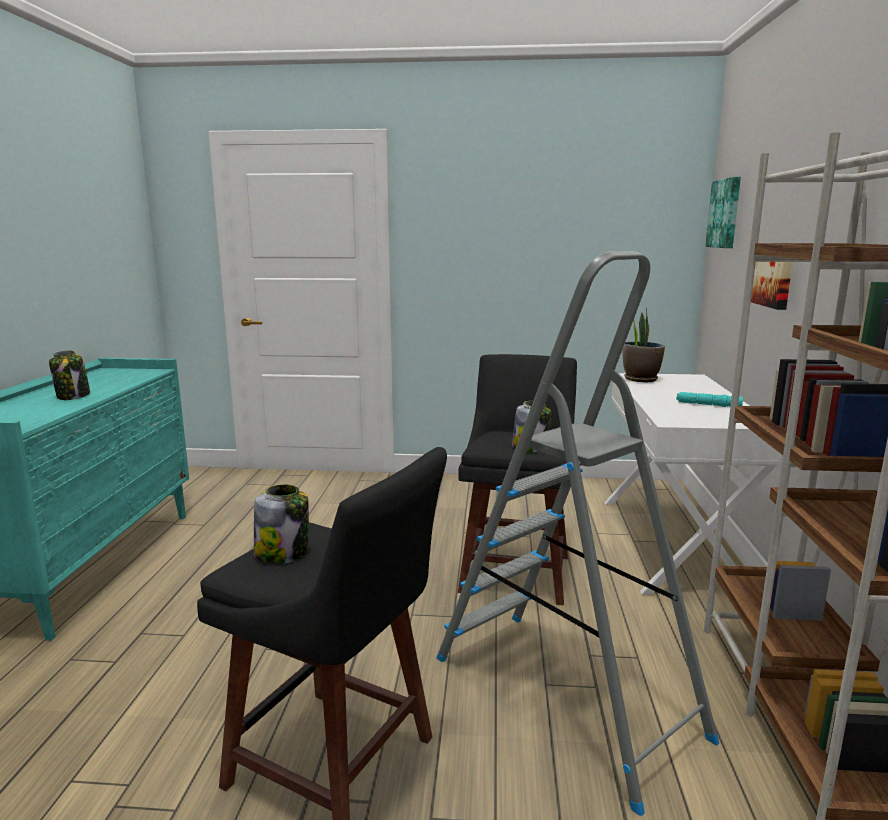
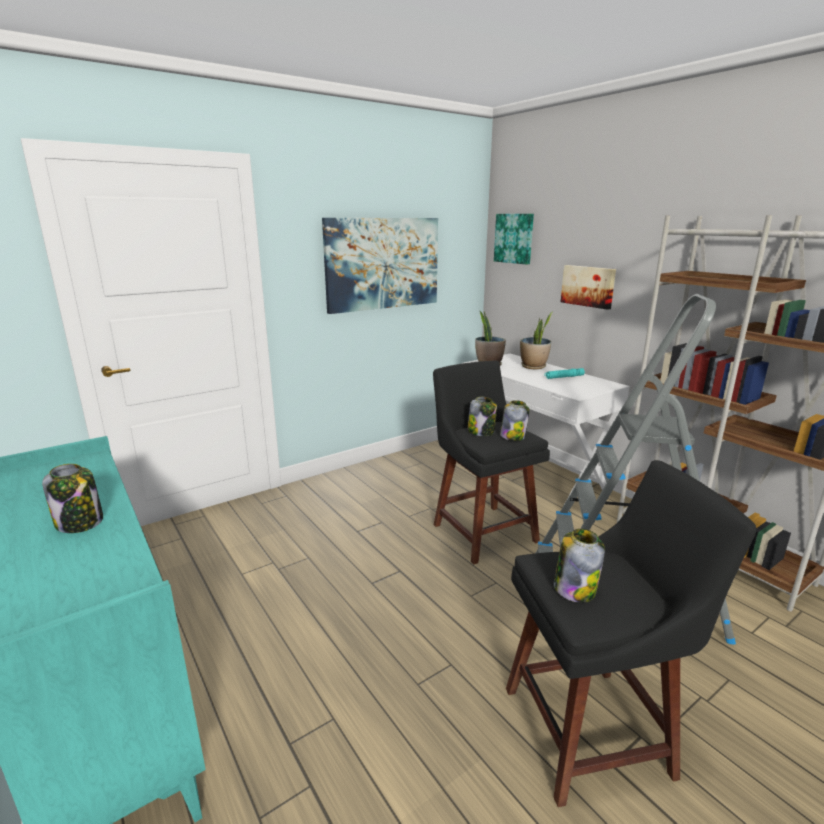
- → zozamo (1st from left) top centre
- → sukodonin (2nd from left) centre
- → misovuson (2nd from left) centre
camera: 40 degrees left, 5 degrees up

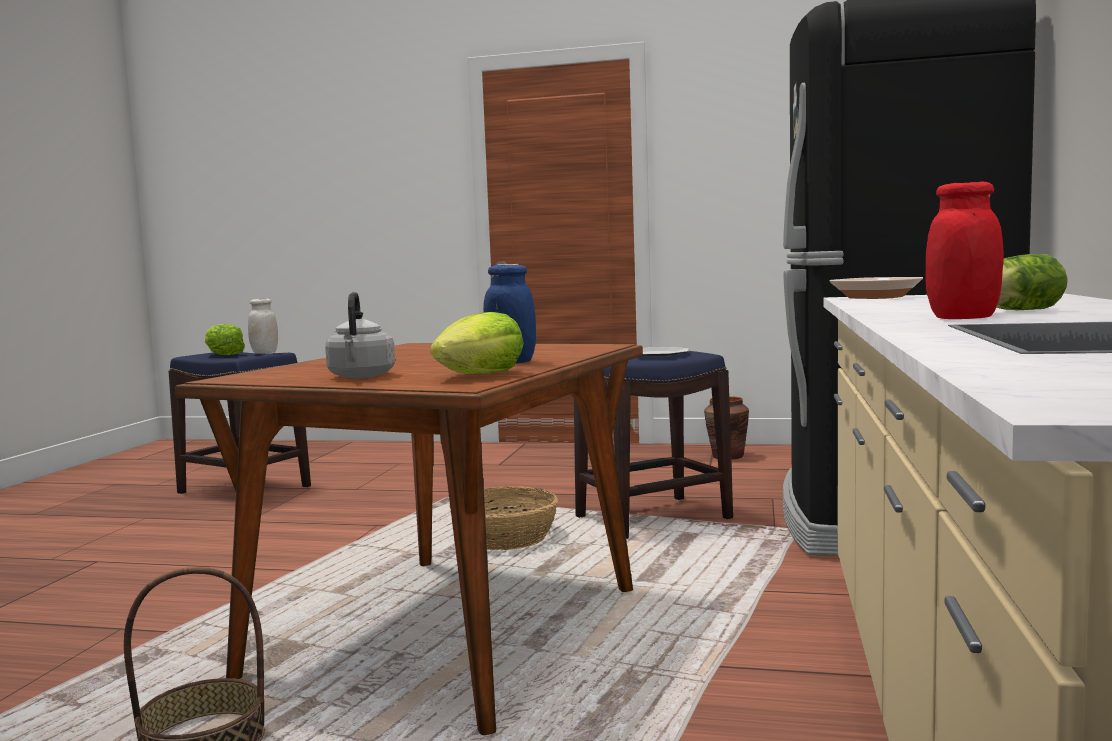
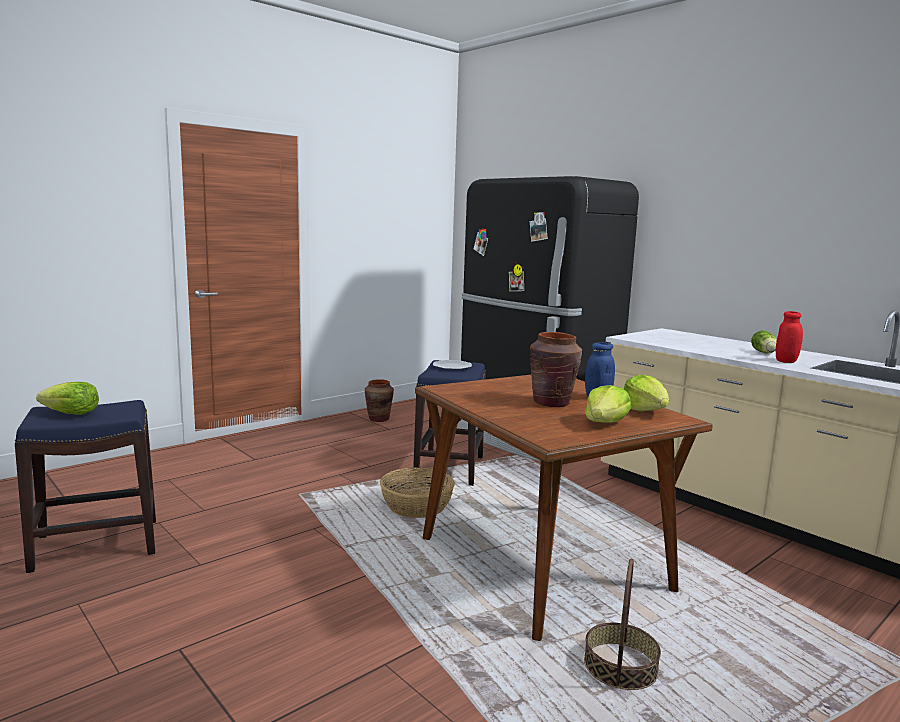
- → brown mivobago (2nd from left) centre
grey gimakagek middle left → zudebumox (2nd from left) middle right
white sukodonin middle left → -
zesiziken middle right → -
camera: 55 degrees left, 5 degrees up

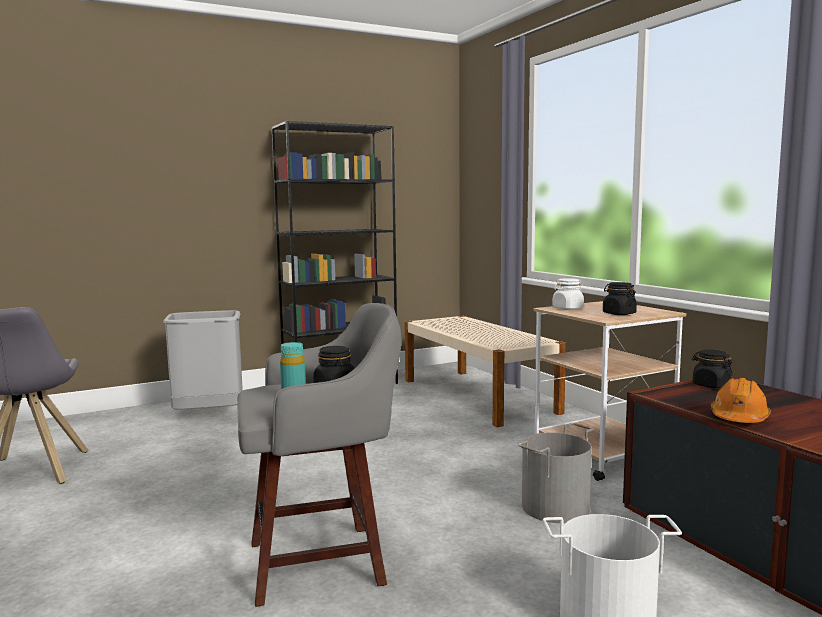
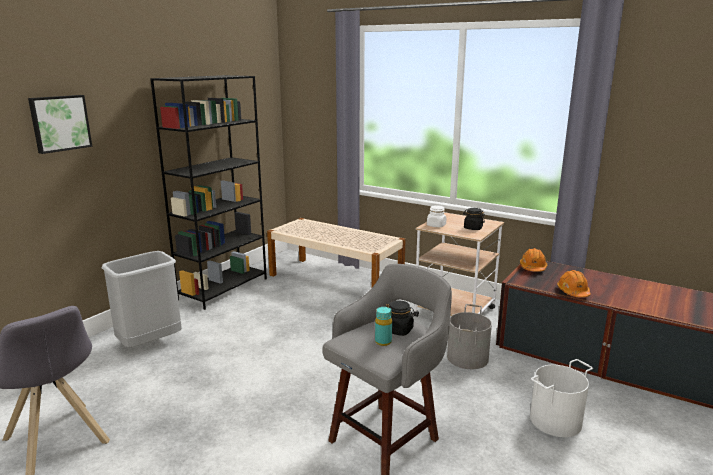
- → zozamo top left
black sukodonin (3rd from left) middle right → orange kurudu (1st from left) middle right
camera: 30 degrees left, 10 degrees up

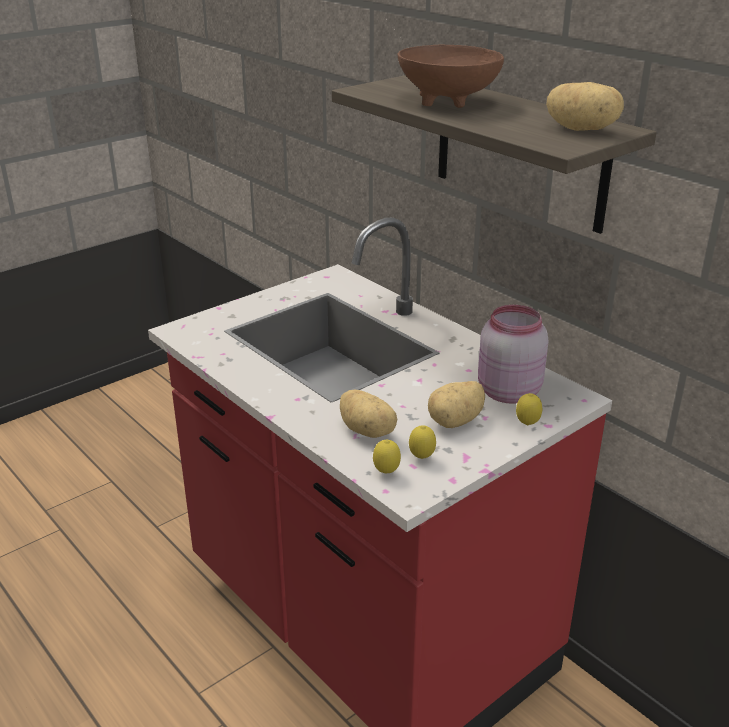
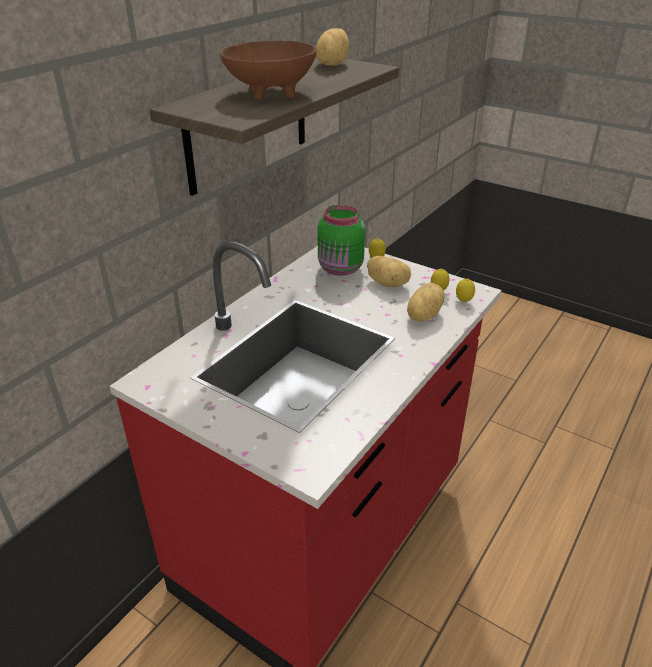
pink sukodonin middle right → green sukodonin centre
camera: 105 degrees left, 5 degrees up

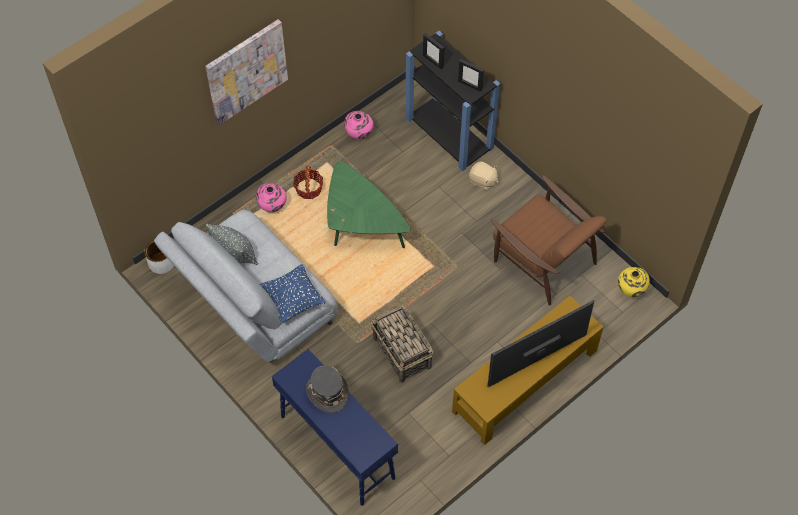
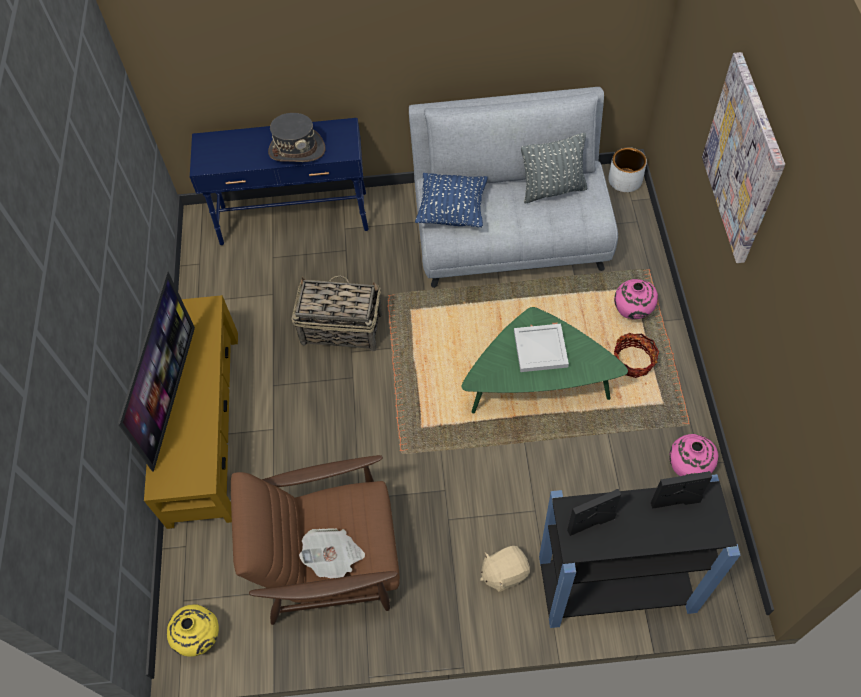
- → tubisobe bottom centre
- → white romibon centre
camera: 130 degrees right, 0 degrees up

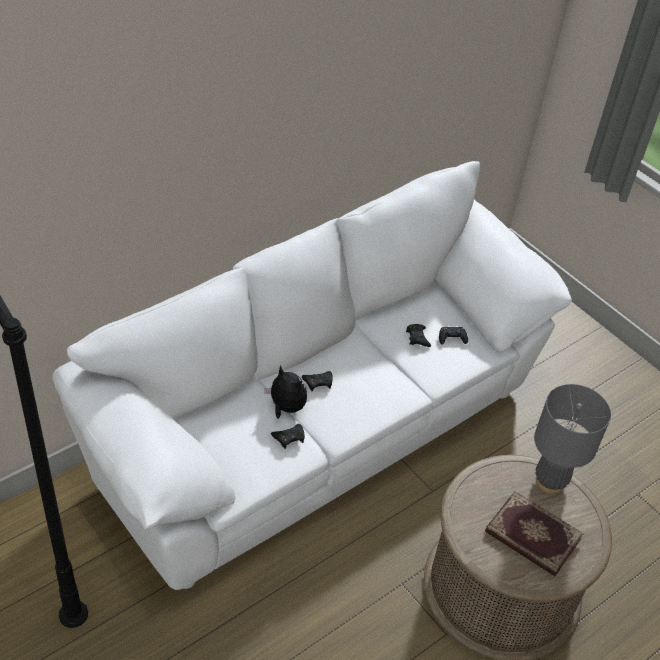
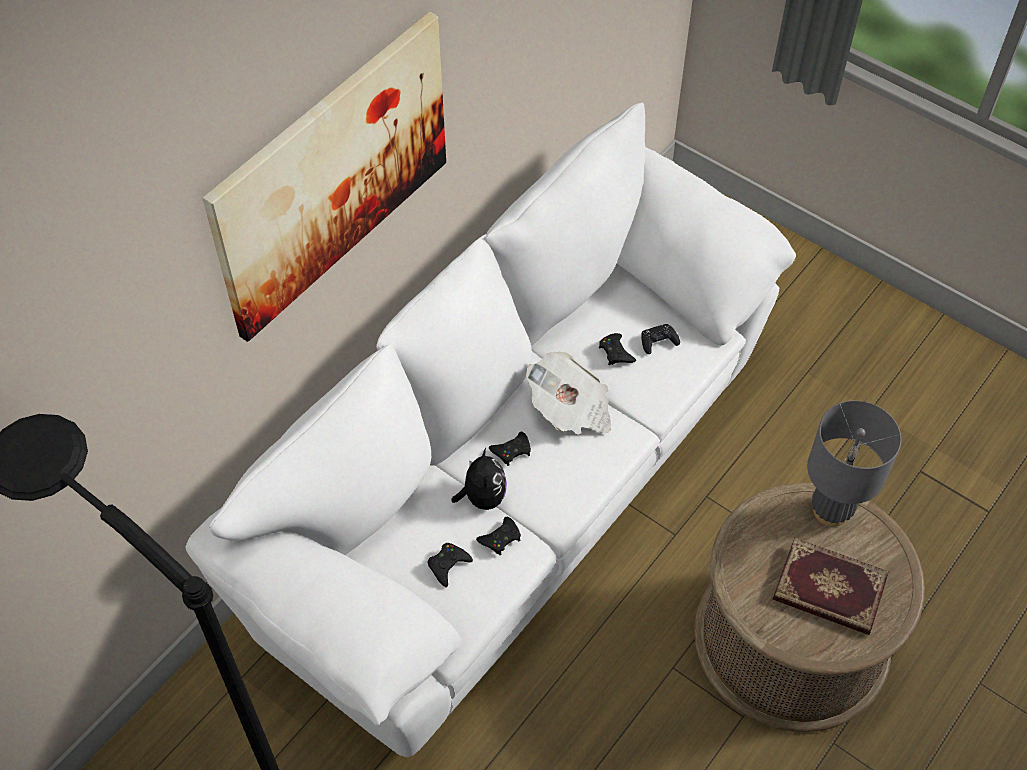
- → zozamo top left
- → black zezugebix (1st from left) bottom centre
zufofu centre, 60 degrees clockwise
- → tubisobe centre
camera: 10 degrees left, 10 degrees up

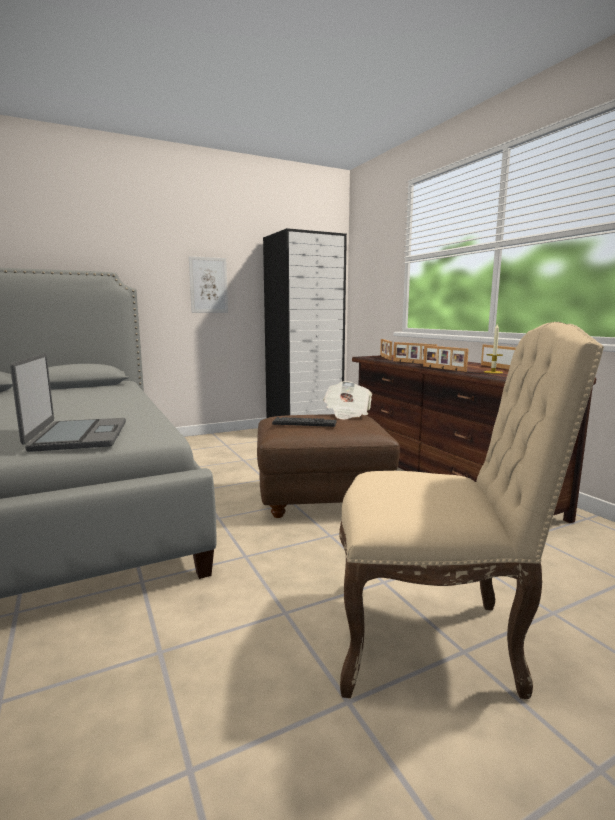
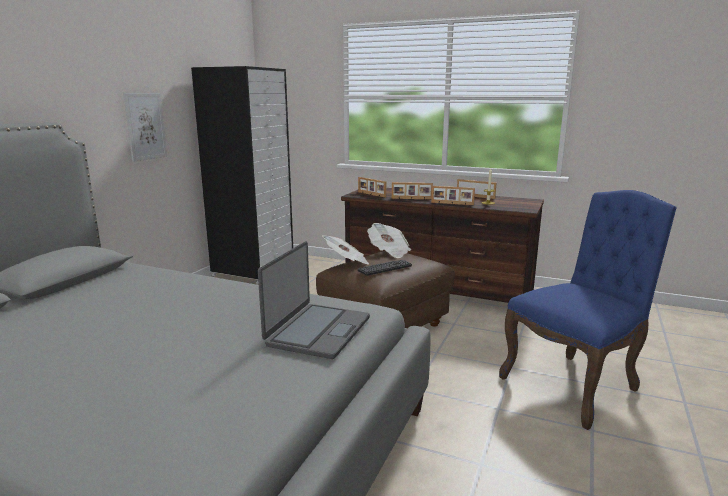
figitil middle left → figitil centre, 75 degrees clockwise
- → tubisobe (1st from left) centre
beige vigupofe middle right → blue vigupofe middle right
camera: 40 degrees left, 5 degrees up

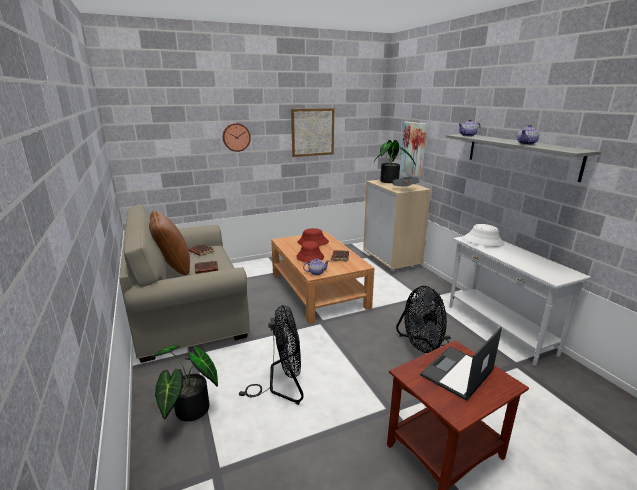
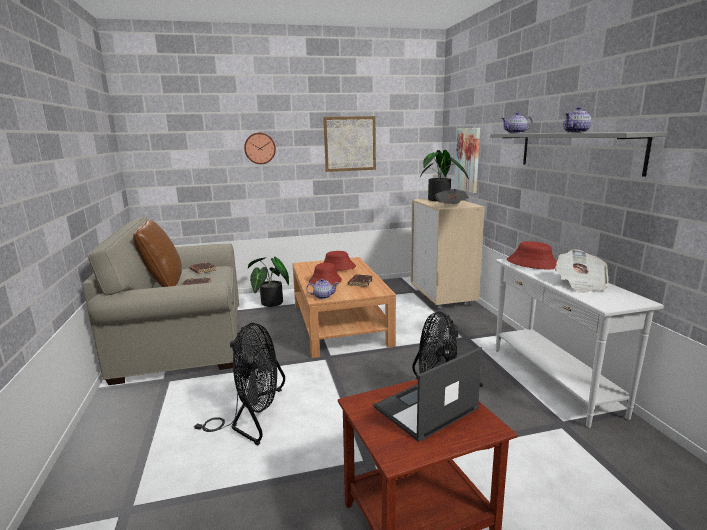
misovuson (1st from left) bottom left → misovuson (1st from left) centre, move
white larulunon middle right → red larulunon (3rd from left) middle right
- → tubisobe (2nd from left) middle right
camera: 10 degrees right, 5 degrees down

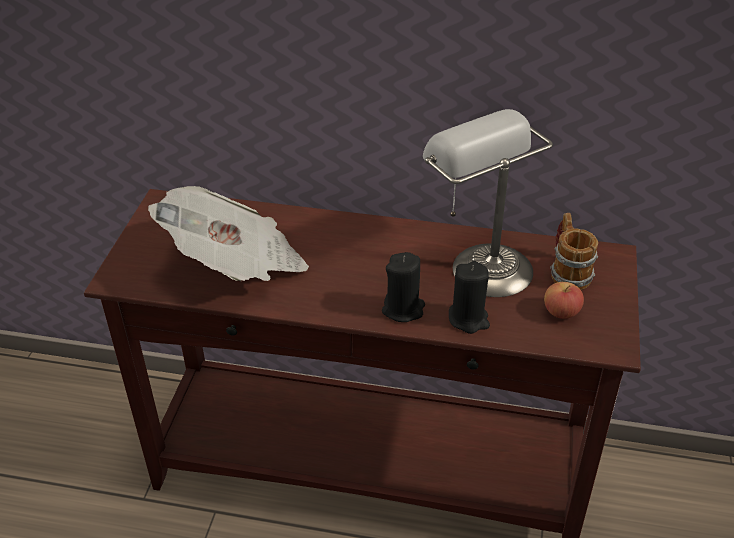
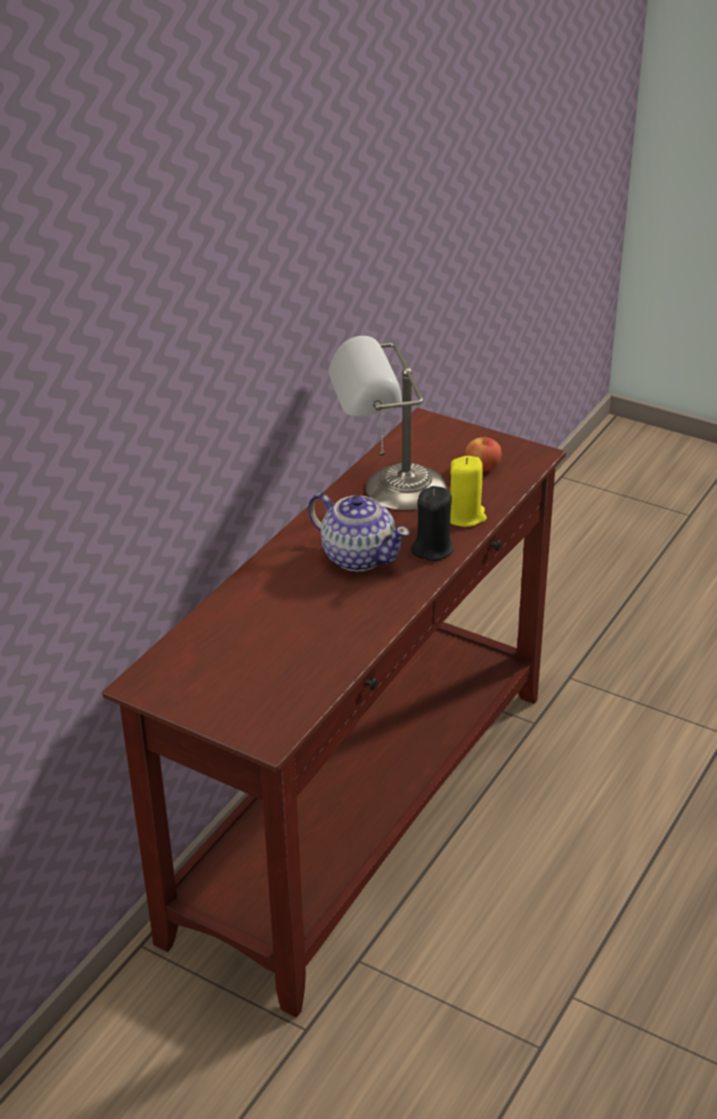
- → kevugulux centre
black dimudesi (2nd from left) centre → yellow dimudesi centre
tubisobe middle left → -
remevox middle right → -
camera: 70 degrees left, 5 degrees down

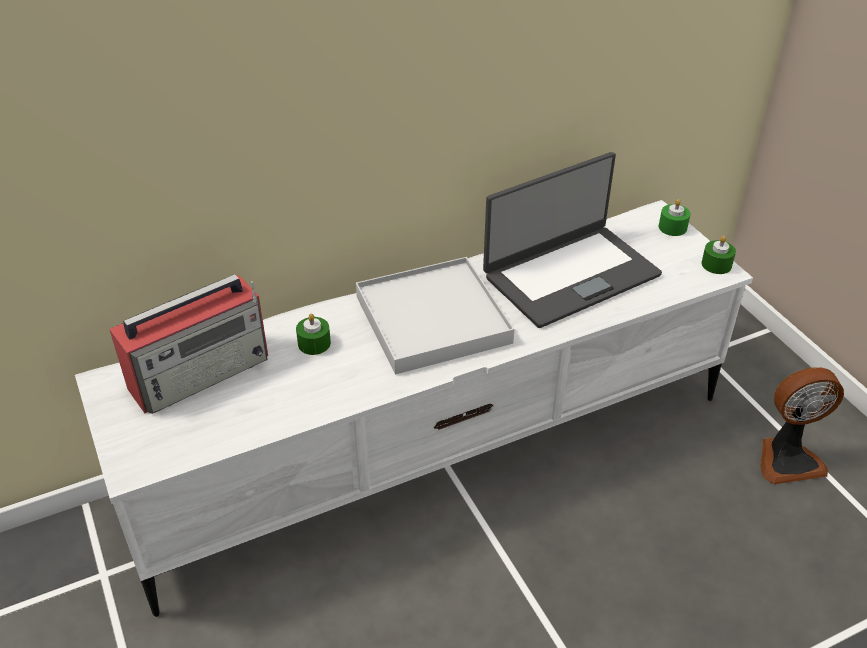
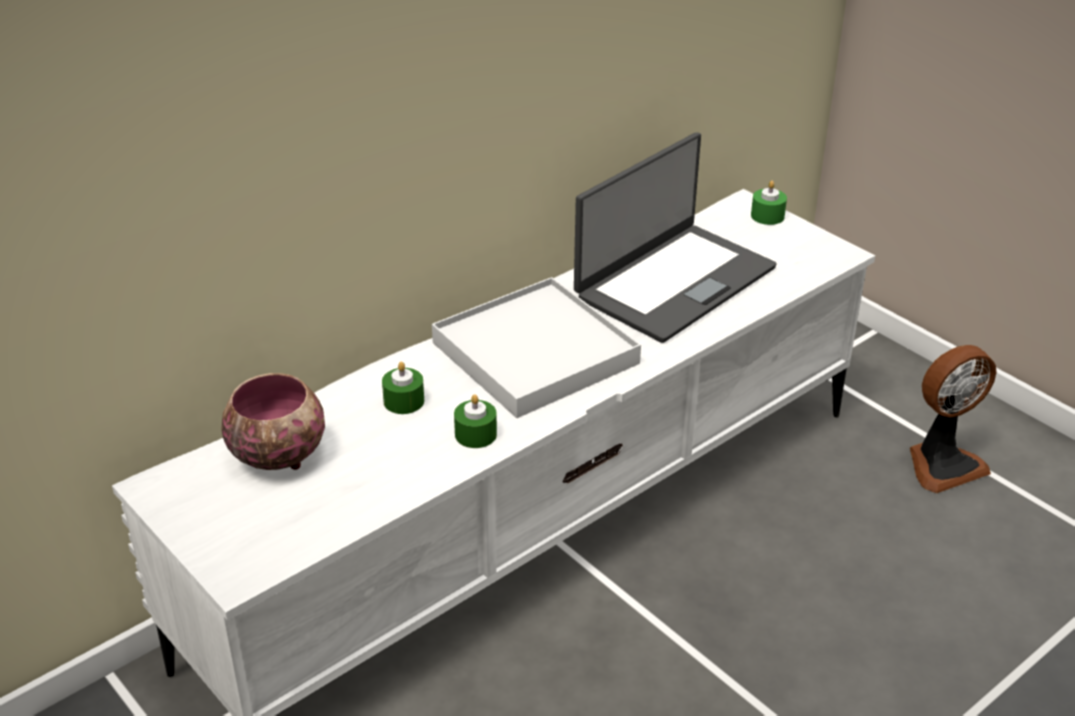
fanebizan middle left → zesiziken middle left
green dimudesi (3rd from left in the first image) middle right → green dimudesi (2nd from left) centre, move
camera: 15 degrees left, 5 degrees down

